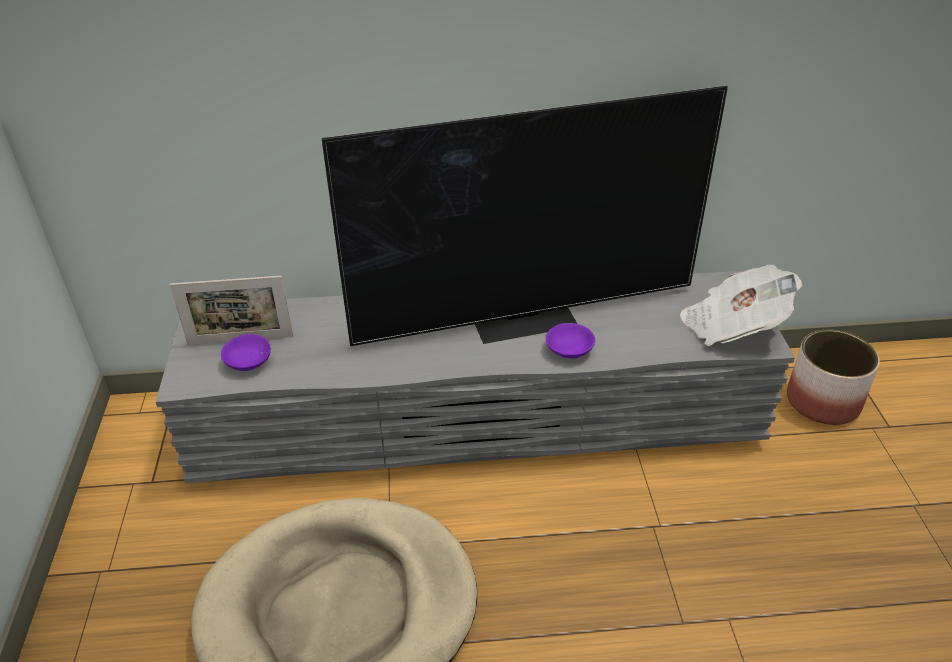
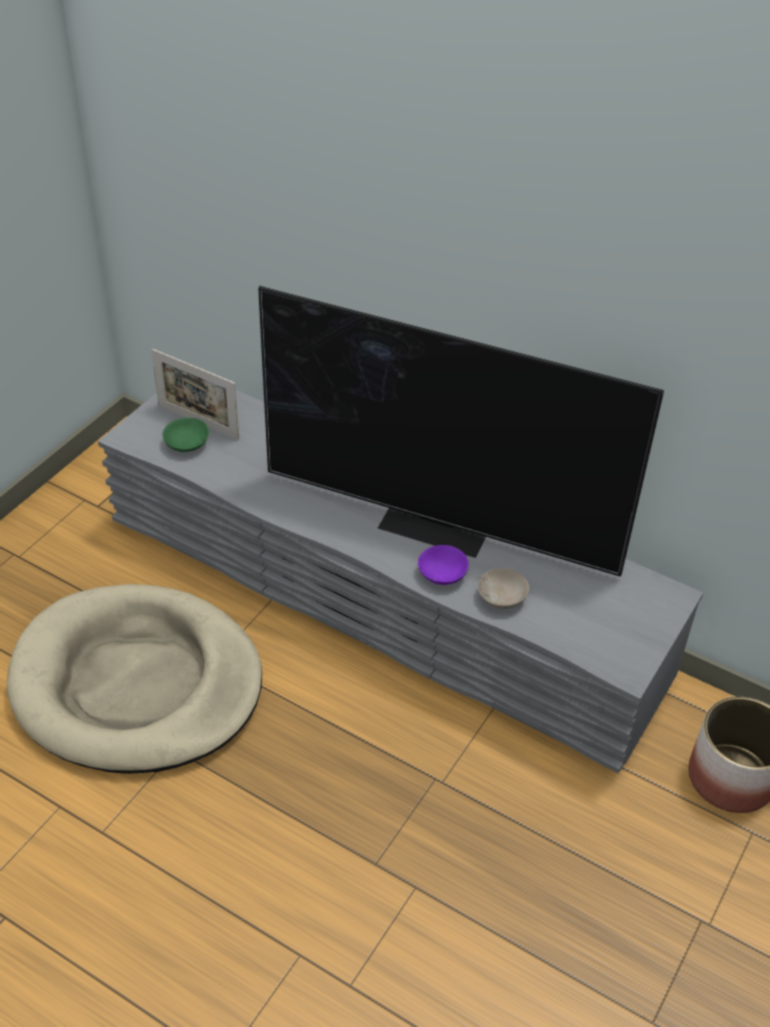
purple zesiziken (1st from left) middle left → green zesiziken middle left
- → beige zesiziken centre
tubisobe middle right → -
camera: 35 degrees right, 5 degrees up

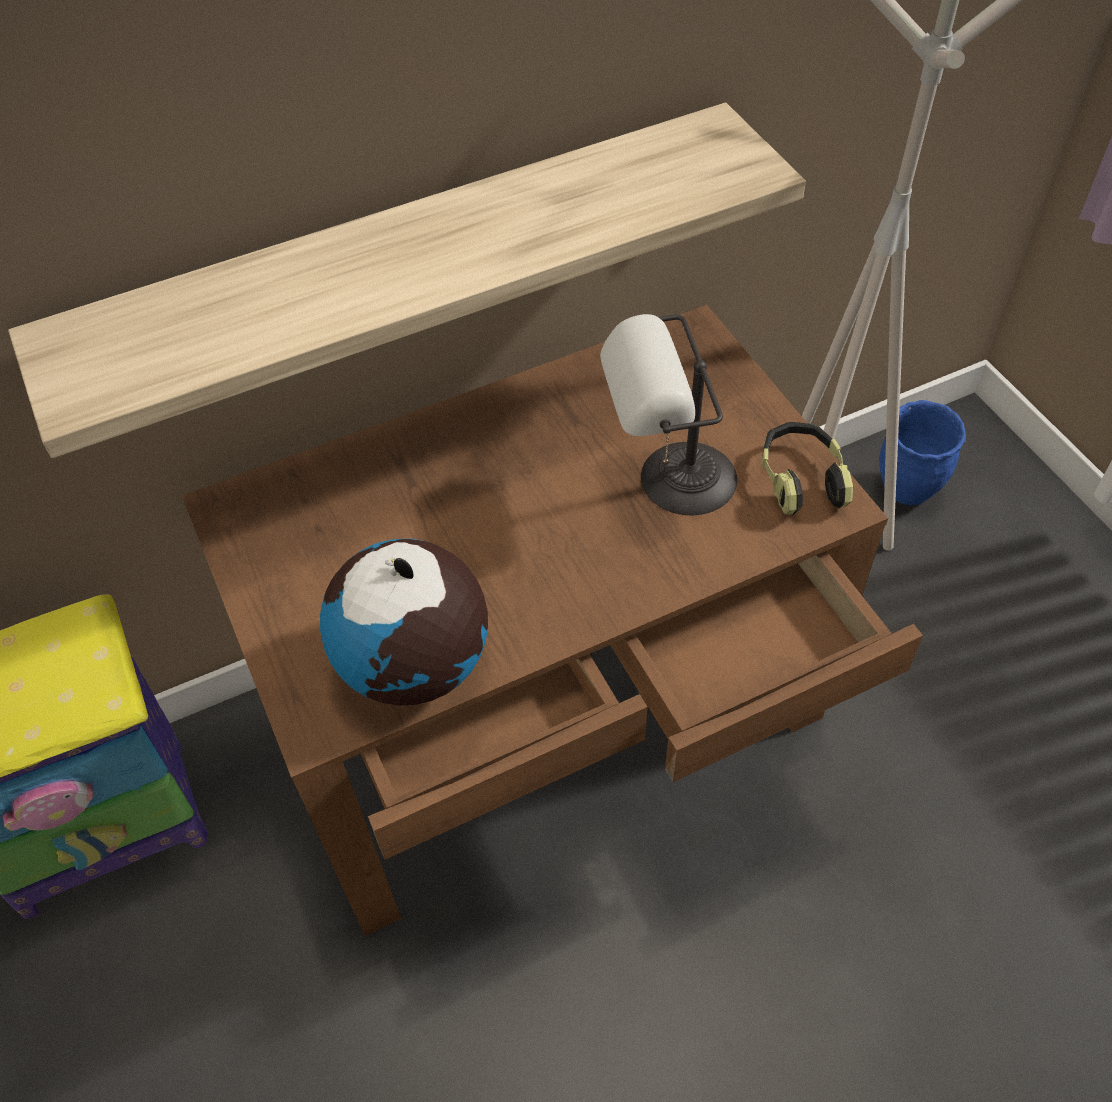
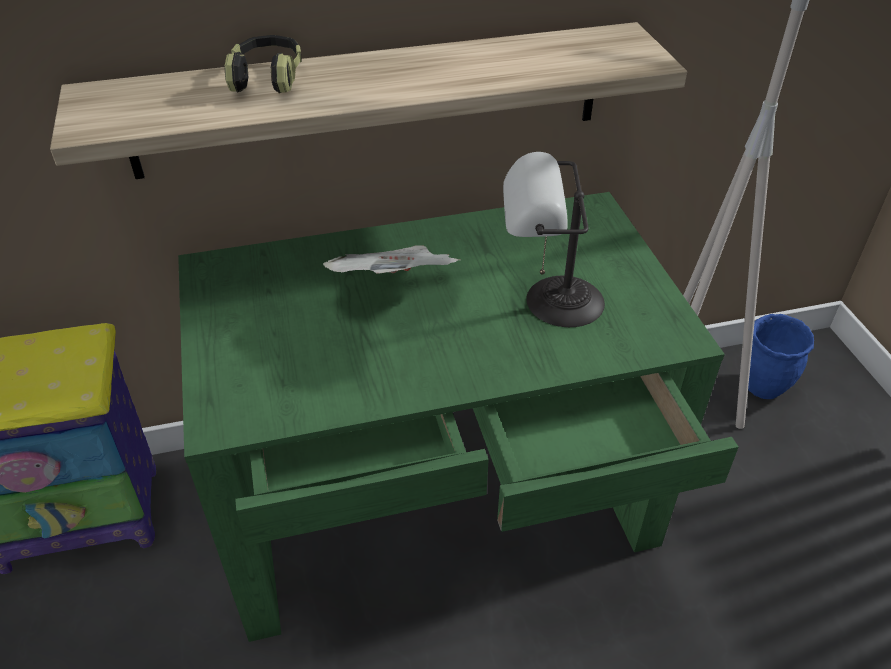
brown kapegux centre → green kapegux centre
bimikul middle right → bimikul top left, move
- → tubisobe centre
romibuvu centre → -
camera: 10 degrees right, 10 degrees down

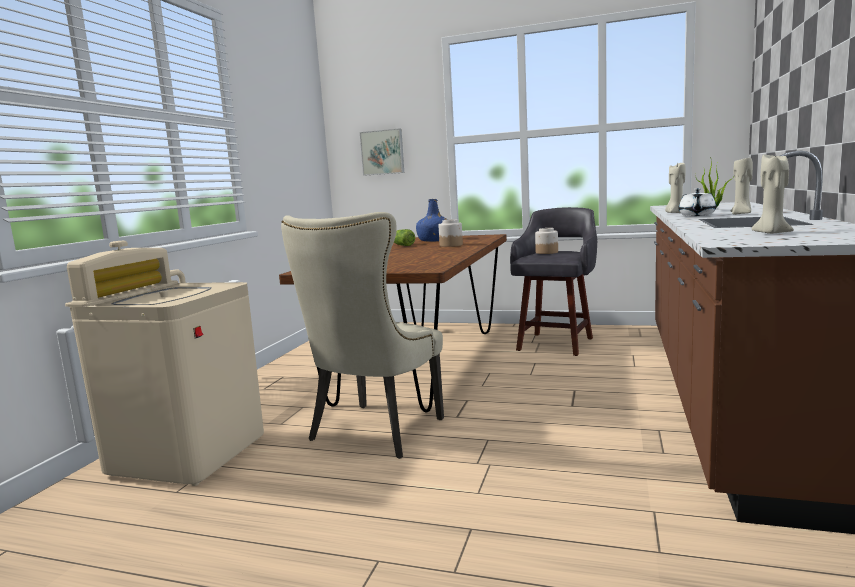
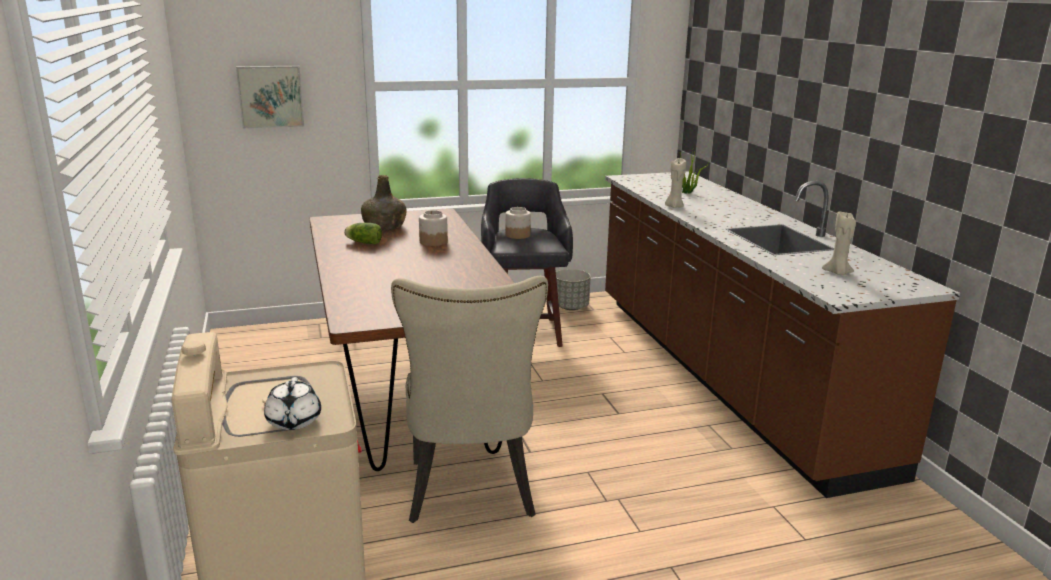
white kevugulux middle right → white kevugulux bottom left, move
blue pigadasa centre → green pigadasa centre
- → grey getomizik centre
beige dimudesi (2nd from left) top right → -
camera: 35 degrees left, 10 degrees up

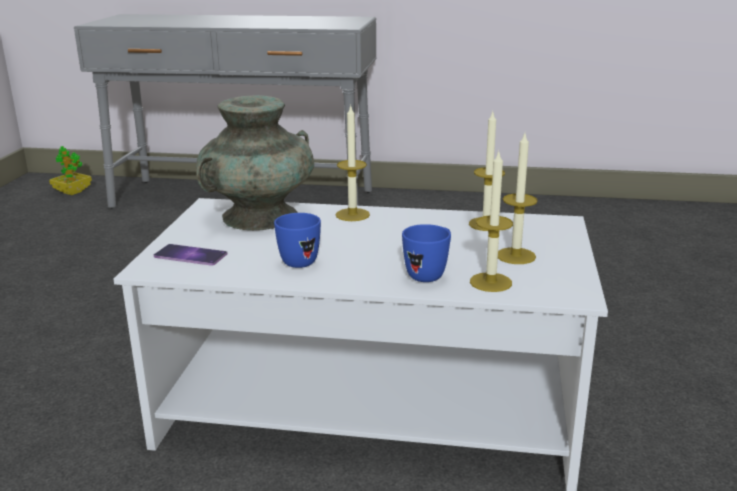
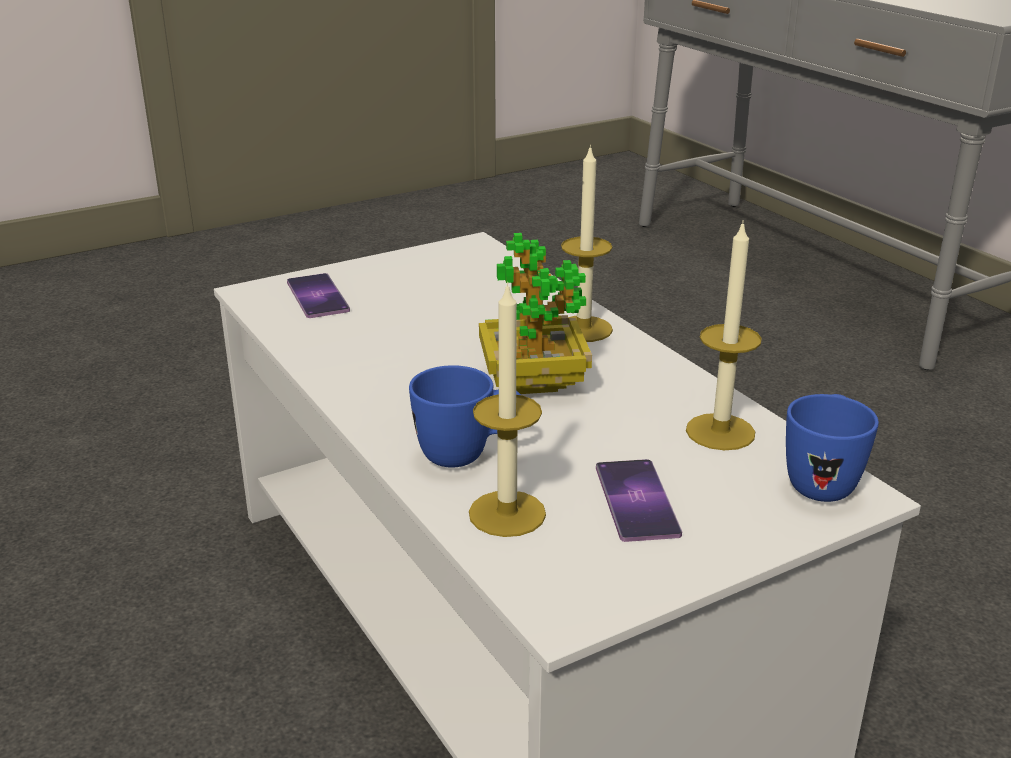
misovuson middle left → misovuson centre, move
dimudesi (4th from left) middle right → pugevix (2nd from left) centre
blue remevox (1st from left in the first image) centre → blue remevox (2nd from left) middle right, move
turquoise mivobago top centre → -
camera: 50 degrees right, 5 degrees up

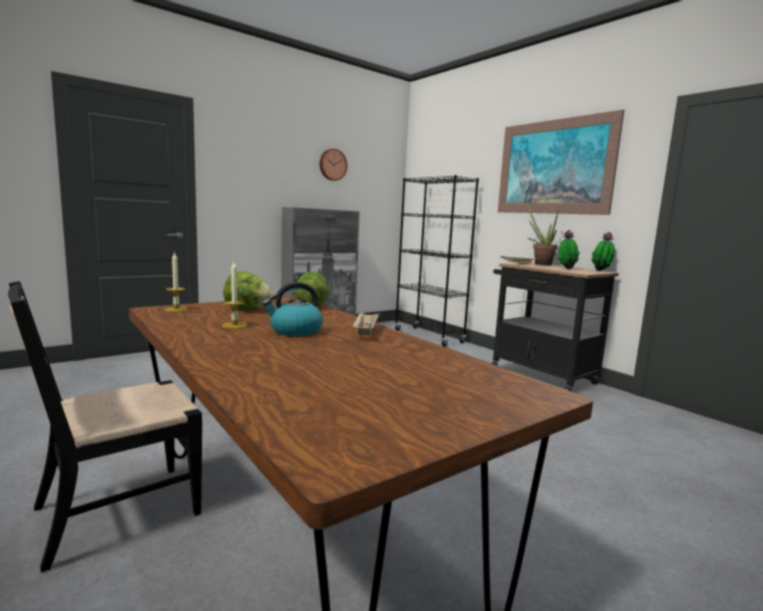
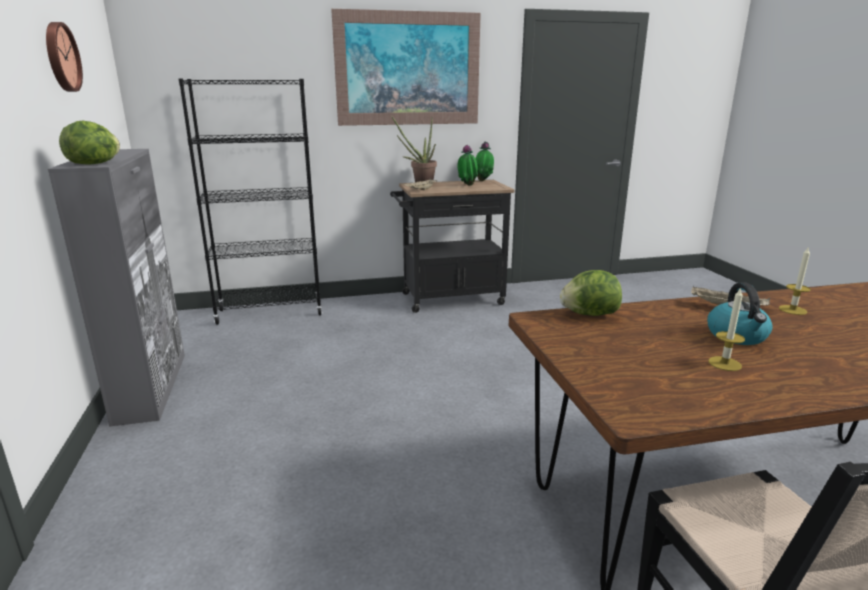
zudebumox (1st from left) middle left → zudebumox (1st from left) top left, move
dimudesi (1st from left in the first image) middle left → dimudesi (2nd from left) middle right, move
camera: 65 degrees left, 10 degrees up

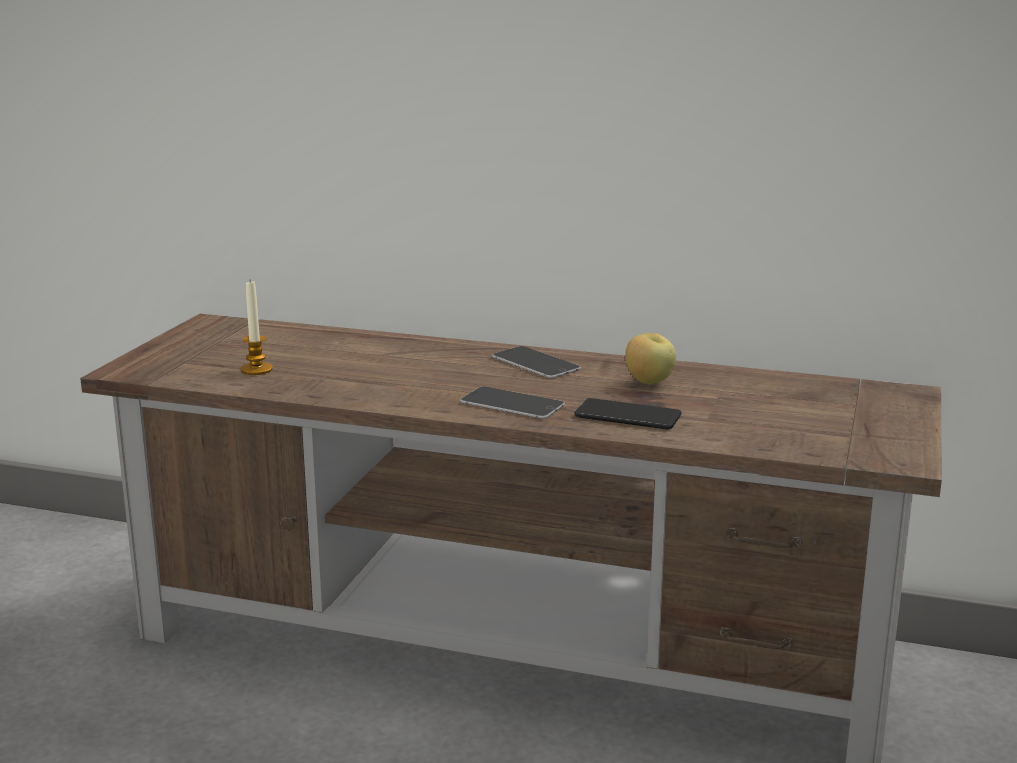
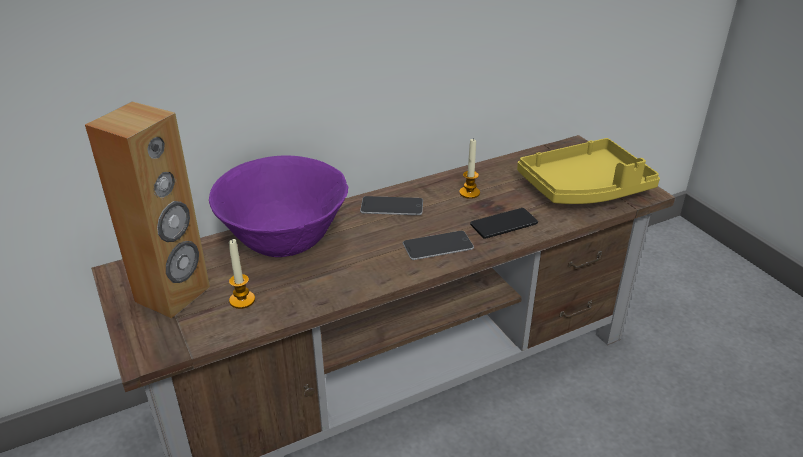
- → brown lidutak middle left
- → purple zesiziken centre
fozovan centre → dimudesi (2nd from left) centre
- → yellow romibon middle right
camera: 45 degrees left, 15 degrees up

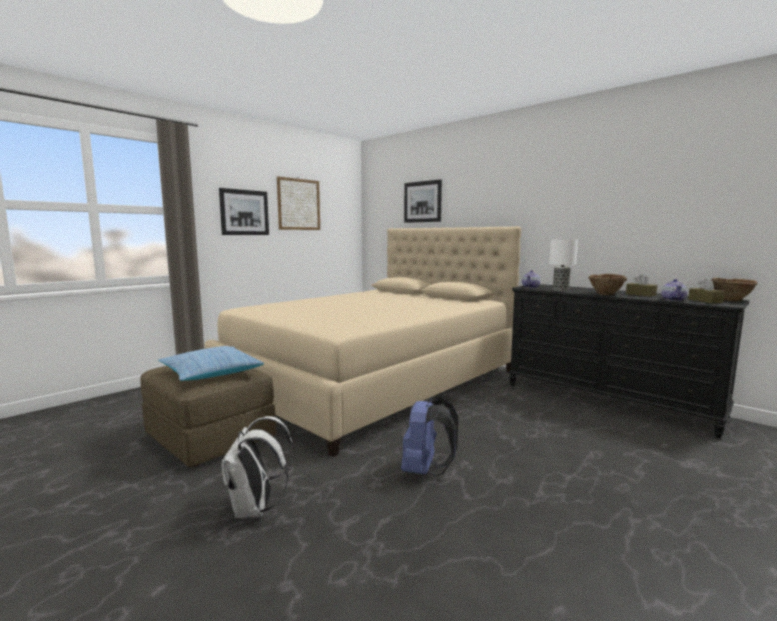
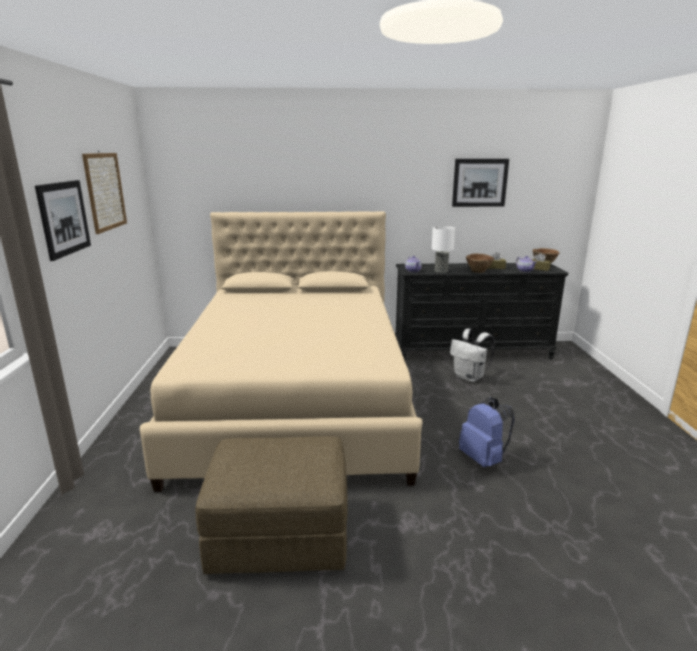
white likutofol bottom left → white likutofol middle right, move
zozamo (3rd from left) top centre → zozamo (3rd from left) top right, move
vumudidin middle left → -
camera: 45 degrees left, 10 degrees up

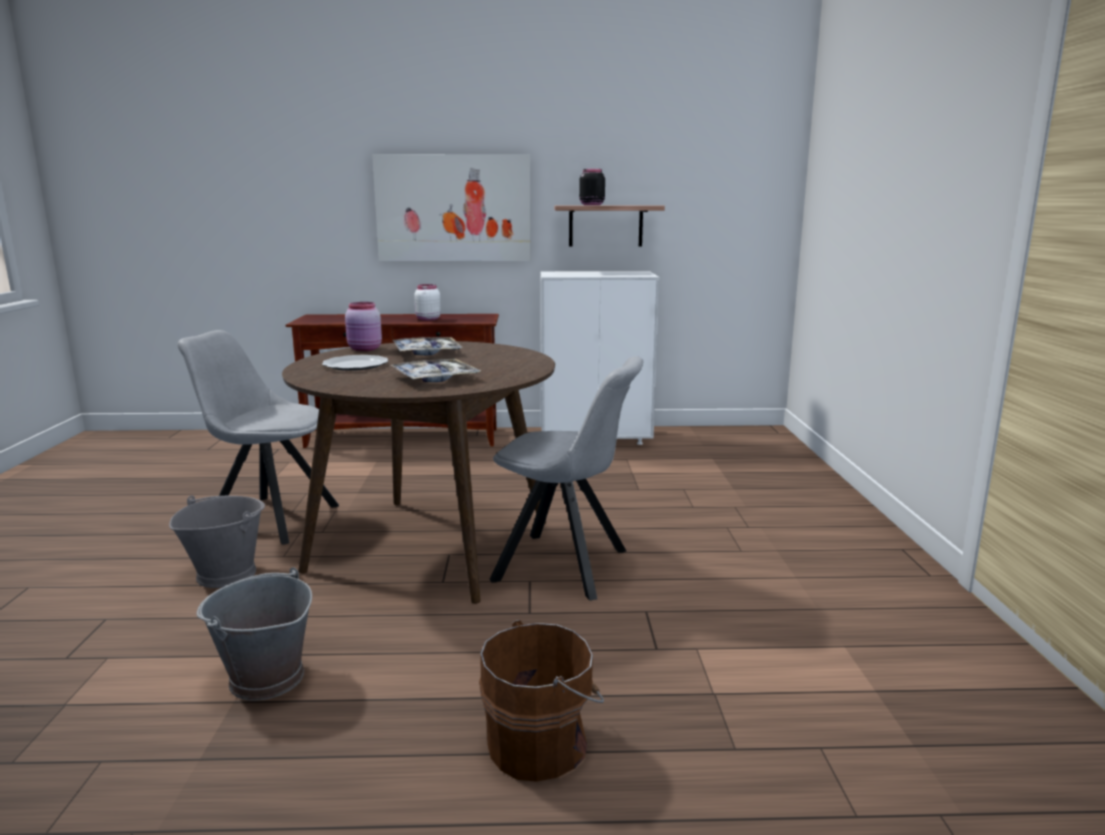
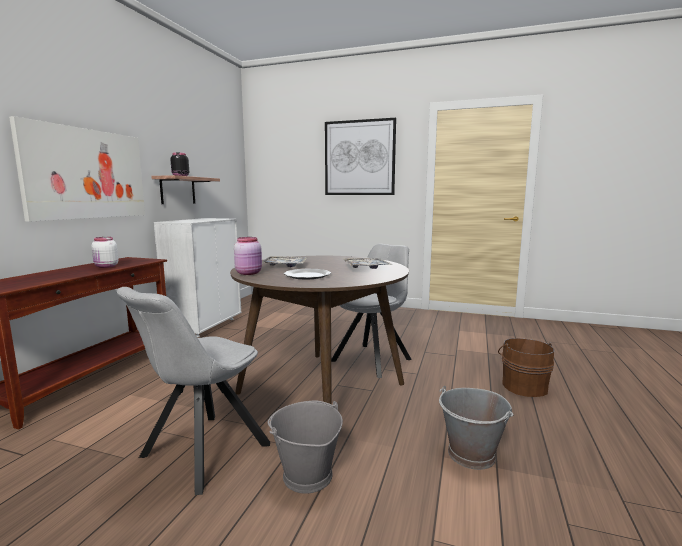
- → zozamo (2nd from left) top centre
camera: 70 degrees left, 5 degrees down

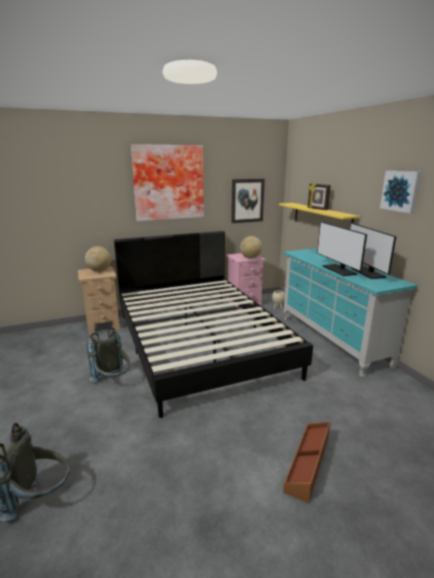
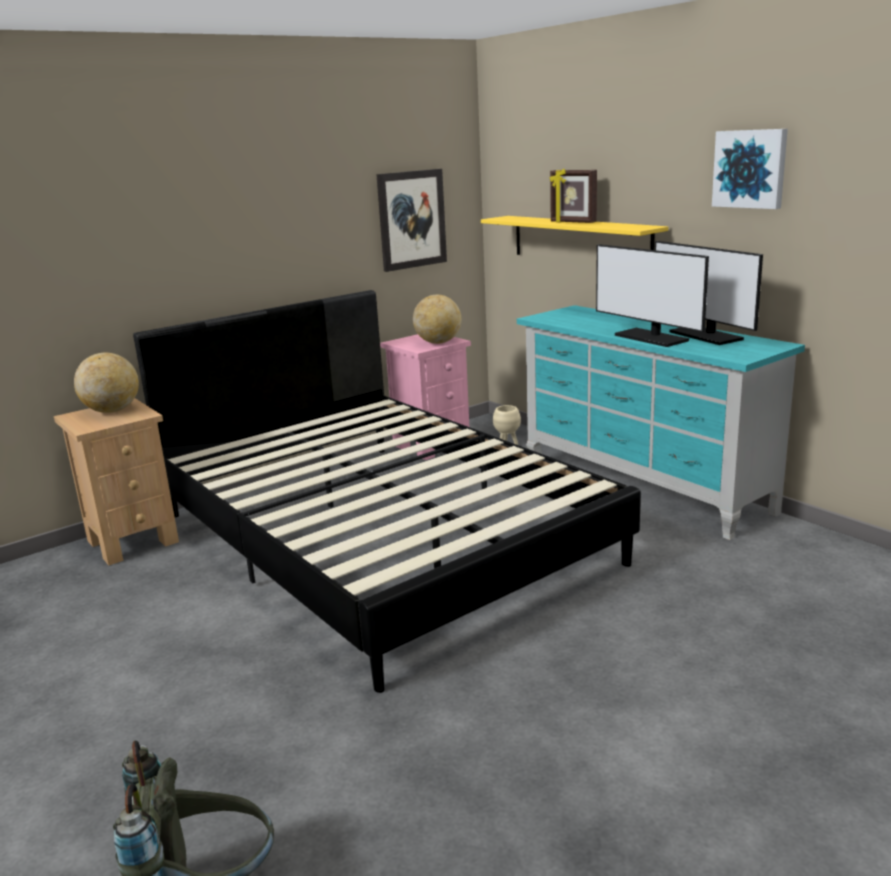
grey likutofol (2nd from left) middle left → -
zozamo (1st from left) top centre → -
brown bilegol bottom right → -
camera: 15 degrees left, 0 degrees up

